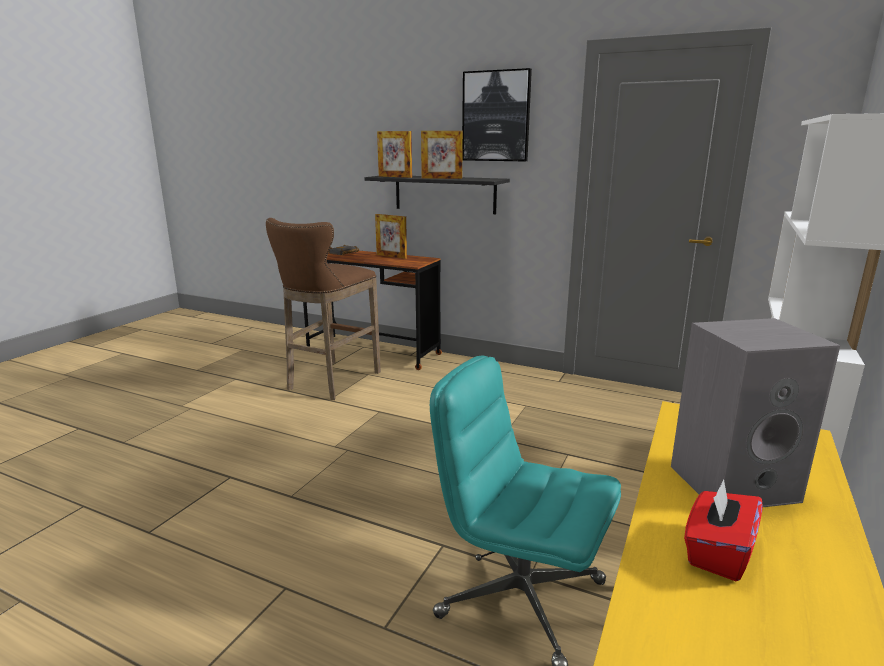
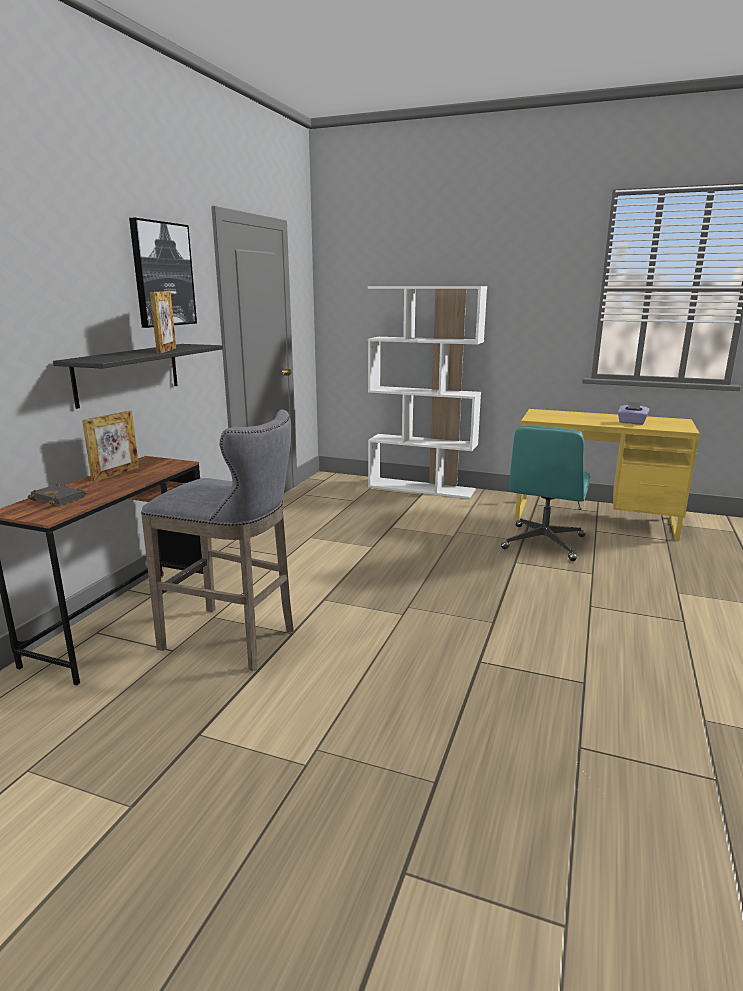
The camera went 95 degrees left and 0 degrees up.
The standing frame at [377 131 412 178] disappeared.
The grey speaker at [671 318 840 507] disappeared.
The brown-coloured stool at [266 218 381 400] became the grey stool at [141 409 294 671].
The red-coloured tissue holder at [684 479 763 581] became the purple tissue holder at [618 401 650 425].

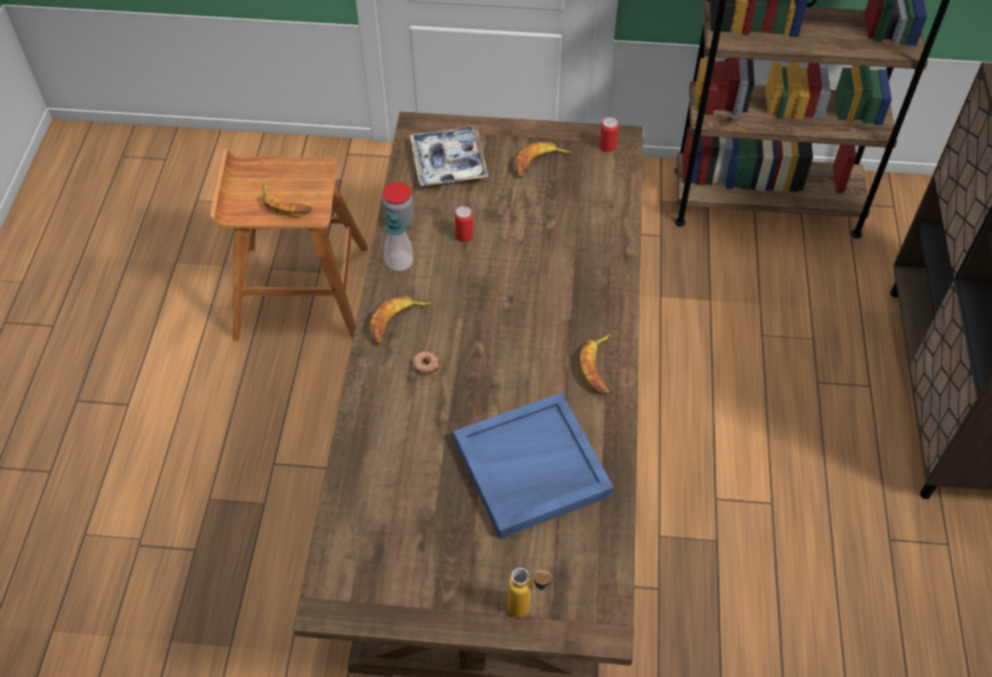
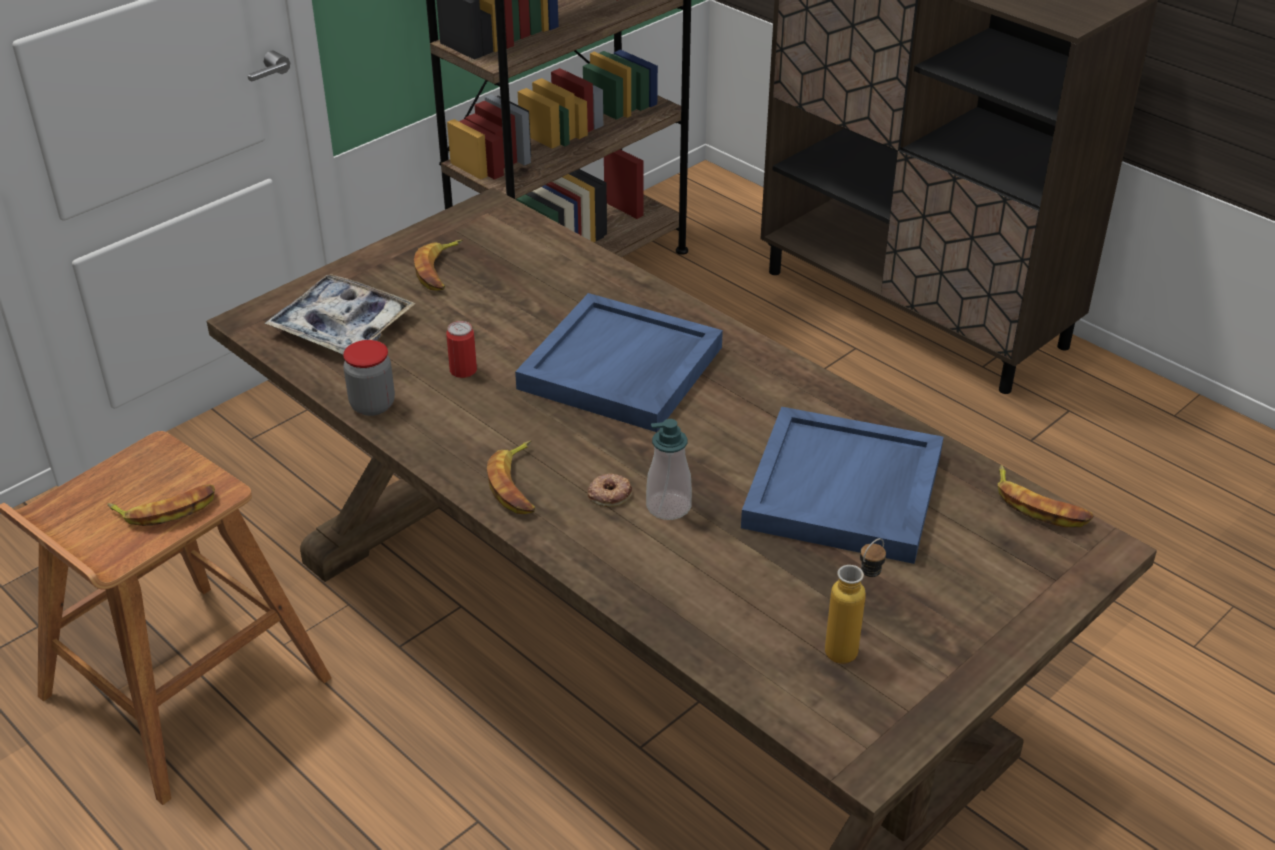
The camera went 50 degrees left and 15 degrees down.
The can at [599 117 619 152] disappeared.
The blue serving tray at [515 293 723 432] appeared.
The soap bottle moved from [384 211 413 271] to [646 419 692 520].
The beverage bottle moved from [508 568 553 618] to [825 538 886 664].
The banana fruit moved from [580 334 611 394] to [998 465 1094 527].

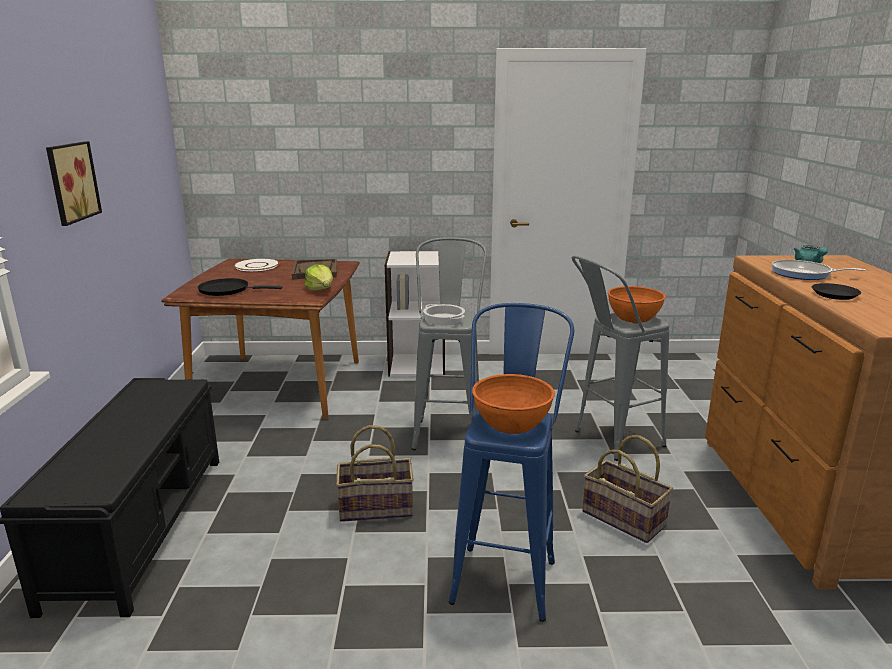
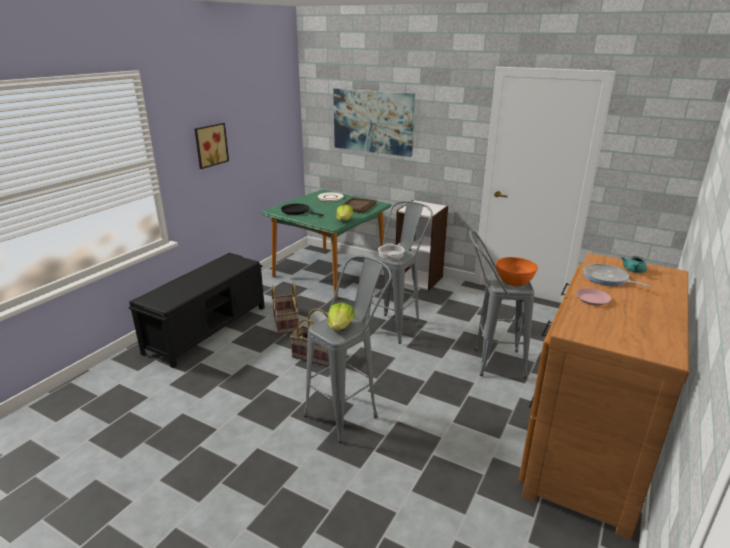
The camera went 30 degrees right and 5 degrees up.
The wall picture at [333 88 415 157] appeared.
The household basket moved from [582 435 673 543] to [272 282 299 334].
The orange-coloured serving bowl at [472 374 555 434] was replaced by the lettuce head at [327 302 355 331].
The brown-coloured dining table at [161 258 360 419] became the green dining table at [261 189 392 299].
The blue stool at [449 303 574 622] became the grey stool at [304 255 392 443].
The black-coloured dinner plate at [812 283 861 300] became the pink dinner plate at [576 288 611 306].

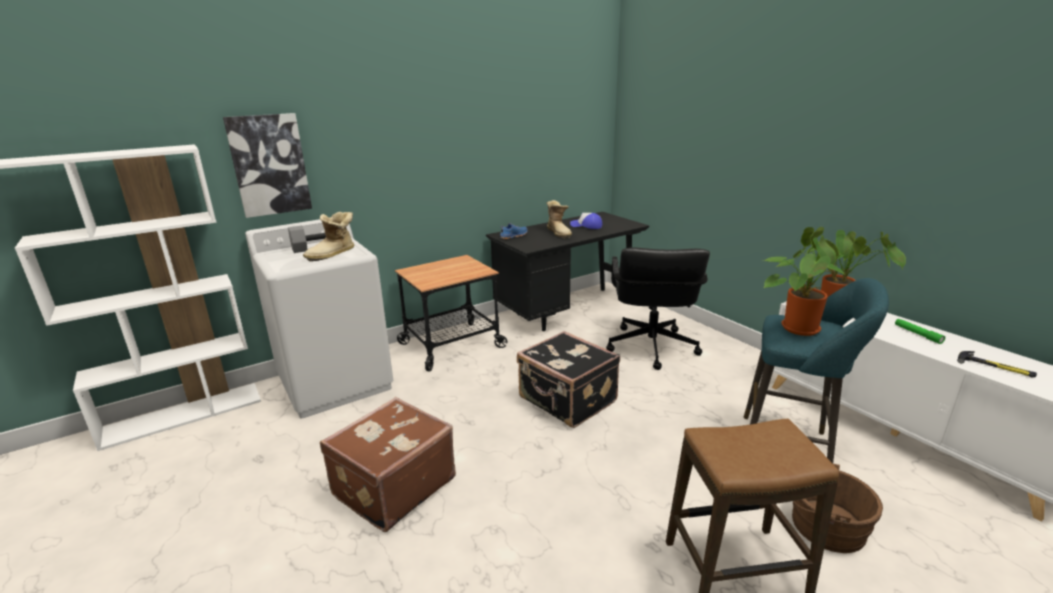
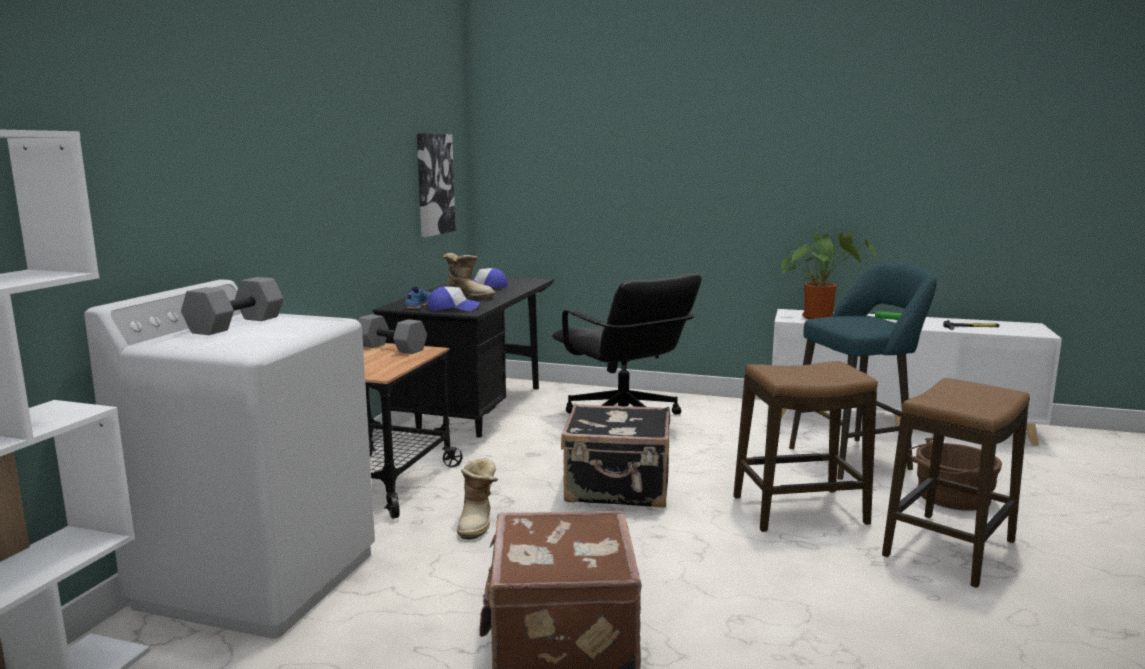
The camera went 40 degrees left and 10 degrees down.
The potted plant at [763 227 867 336] disappeared.
The grey hand weight at [358 314 427 354] appeared.
The baseball cap at [428 286 480 311] appeared.
The stool at [733 361 878 532] appeared.
The wall picture moved from [223 113 312 218] to [417 133 455 237].
The boot moved from [303 212 355 261] to [457 458 498 540].

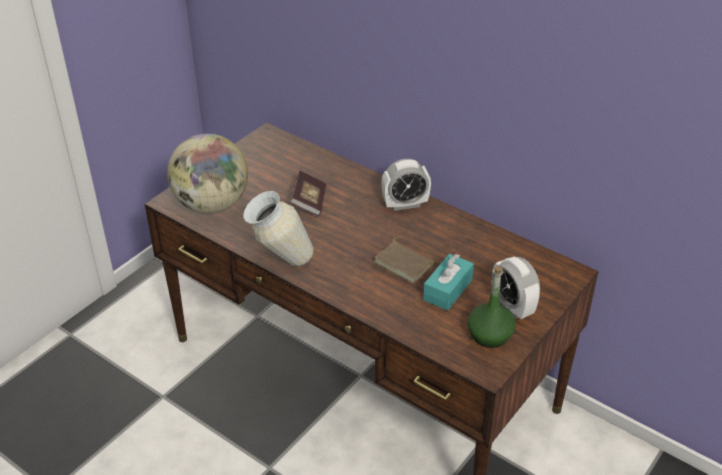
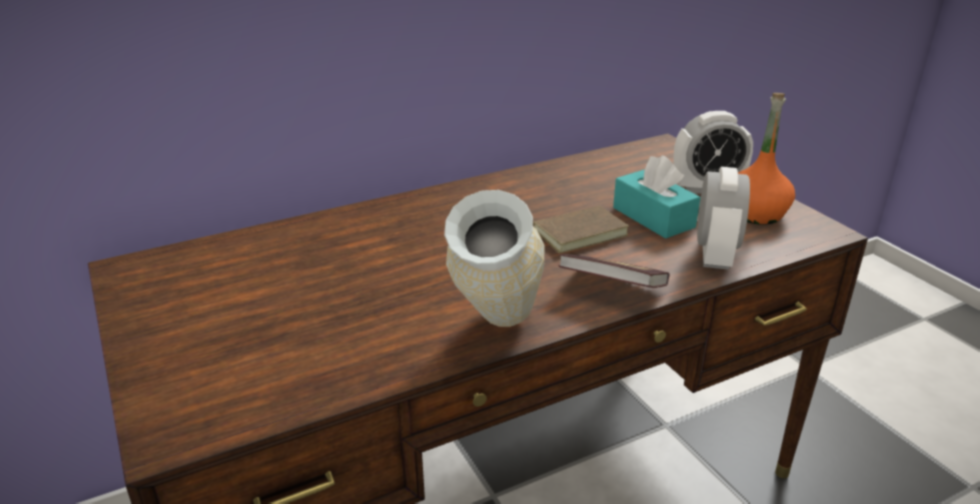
The camera went 65 degrees left and 10 degrees down.
The globe at [167 134 248 214] disappeared.
The bound book moved from [290 170 327 216] to [558 254 669 288].
The alarm clock moved from [381 159 431 211] to [697 167 750 270].
The green beverage bottle at [468 266 516 348] became the orange-coloured beverage bottle at [738 93 795 225].

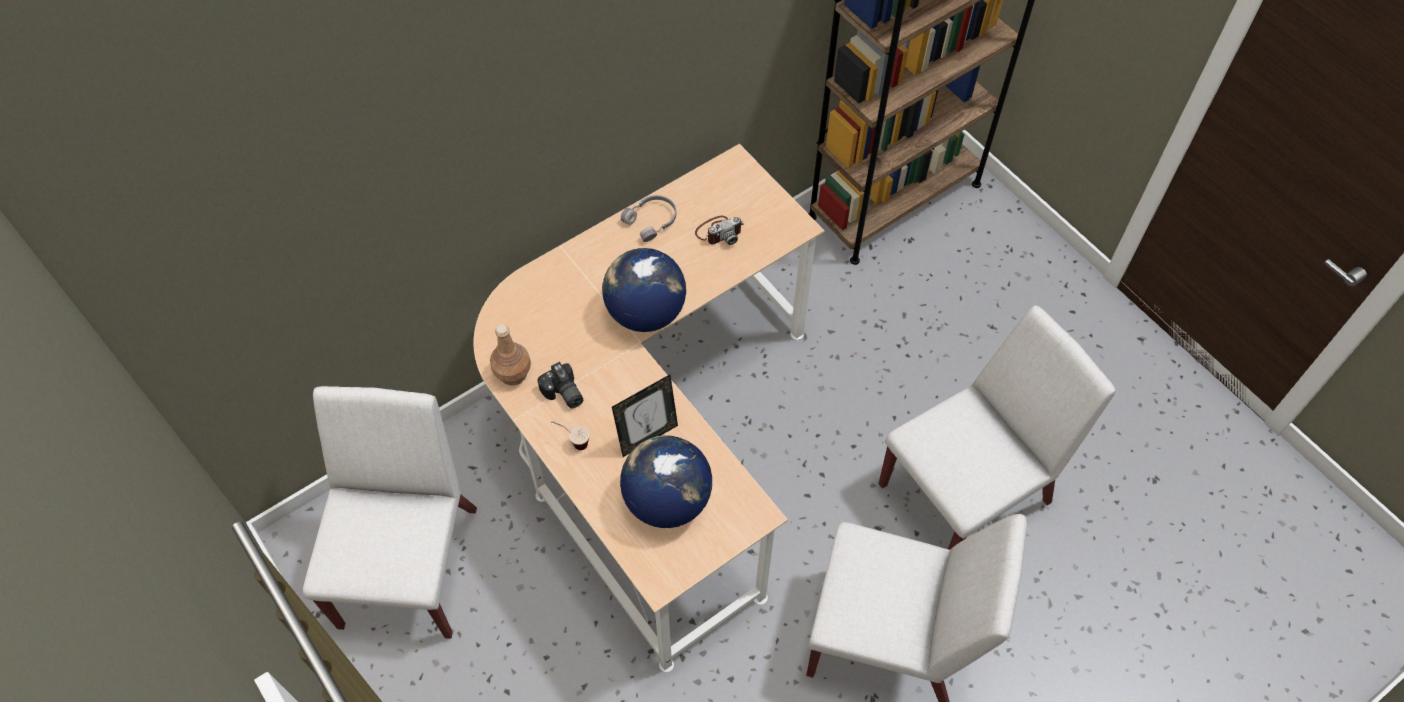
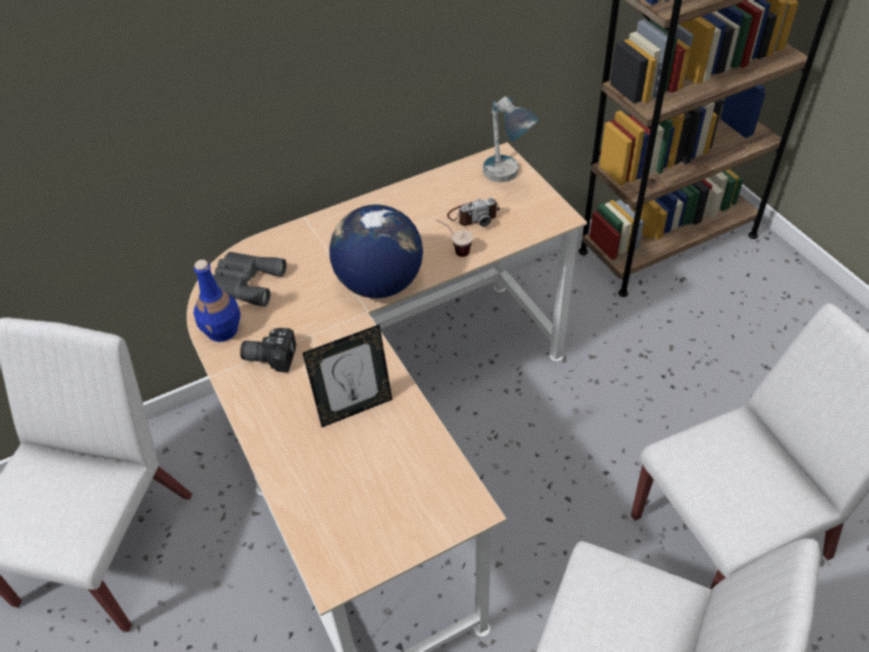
The camera went 10 degrees right and 10 degrees down.
The globe at [620 435 712 528] disappeared.
The grey headset at [621 195 676 242] disappeared.
The grey field glasses at [213 252 287 307] appeared.
The lamp for a table at [483 96 539 182] appeared.
The small cup moved from [552 421 590 450] to [436 220 473 257].
The brown-coloured beverage bottle at [490 324 531 385] became the blue beverage bottle at [193 260 241 342].
The still camera at [537 362 583 408] turned 120 degrees clockwise.

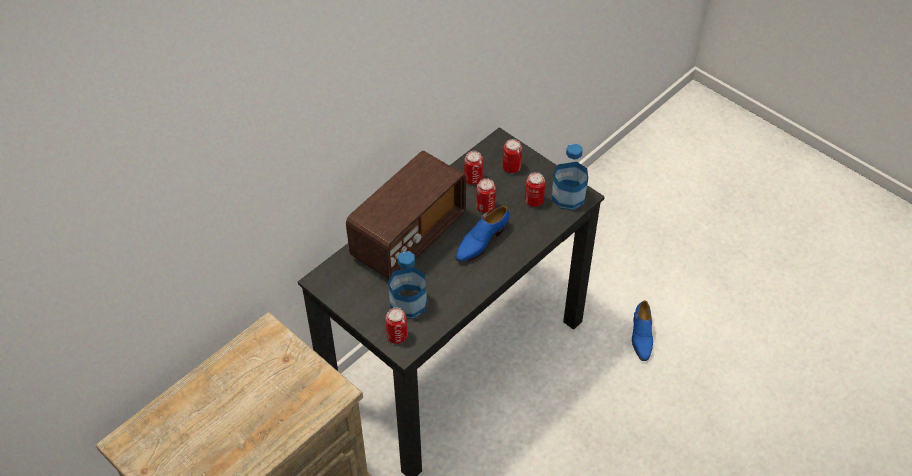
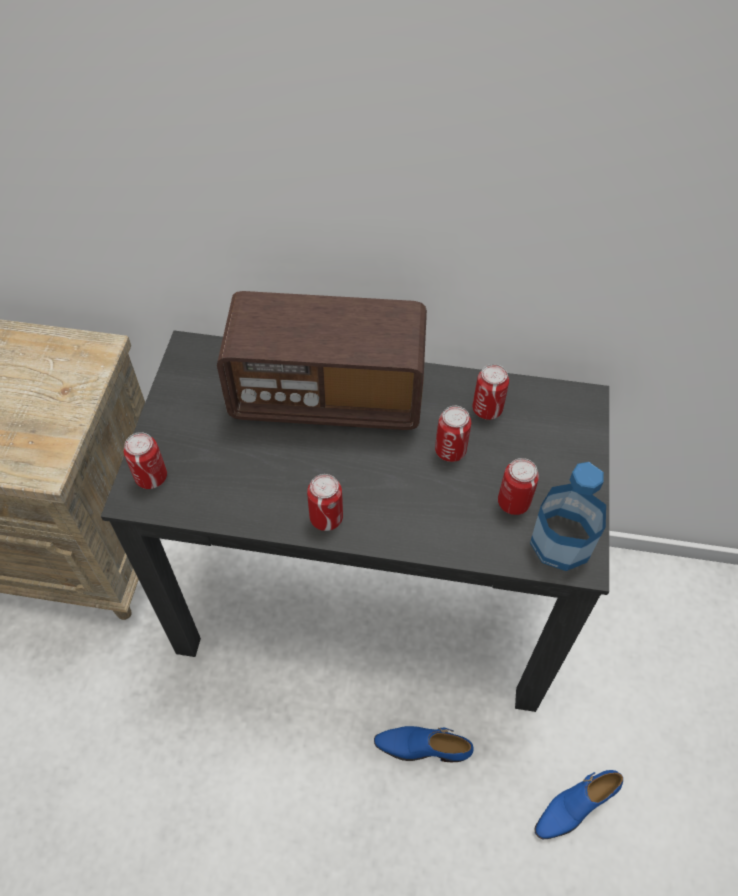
The camera went 55 degrees right and 5 degrees up.
The beverage bottle at [388 251 427 319] disappeared.
The blue item of footwear moved from [455 206 509 262] to [374 726 474 762].
The can moved from [502 139 522 173] to [307 474 343 531].

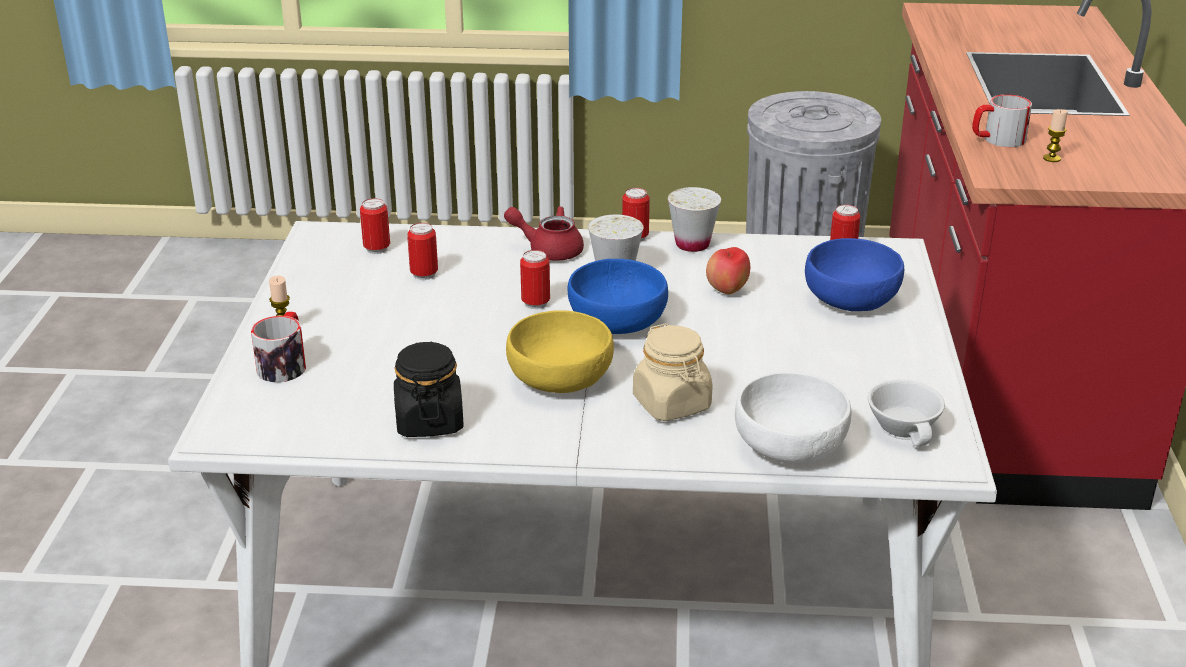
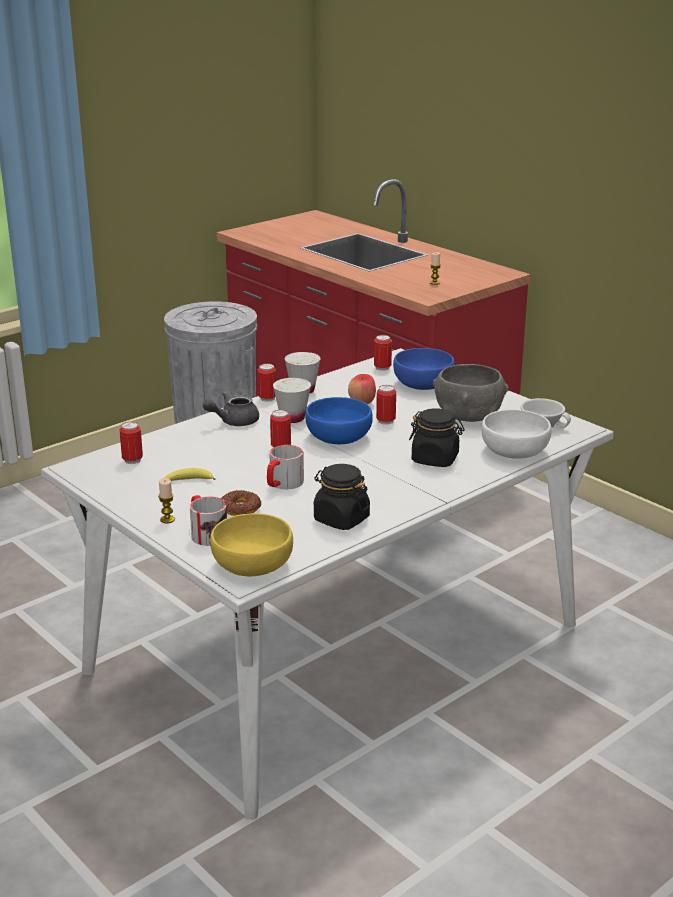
The camera went 45 degrees left and 5 degrees down.
The banana fruit at [164 468 216 481] appeared.
The doughnut at [221 490 261 516] appeared.
The grey serving bowl at [433 364 509 422] appeared.
The can moved from [407 223 438 280] to [376 385 396 425].
The yellowish serving bowl moved from [506 310 614 393] to [210 513 293 576].
The coffee mug moved from [972 94 1032 147] to [267 445 304 489].
The red-coloured tea pot at [504 206 584 261] became the grey tea pot at [203 392 259 426].
The sand-coloured storage jar at [633 323 713 421] became the black-coloured storage jar at [409 408 465 467].

